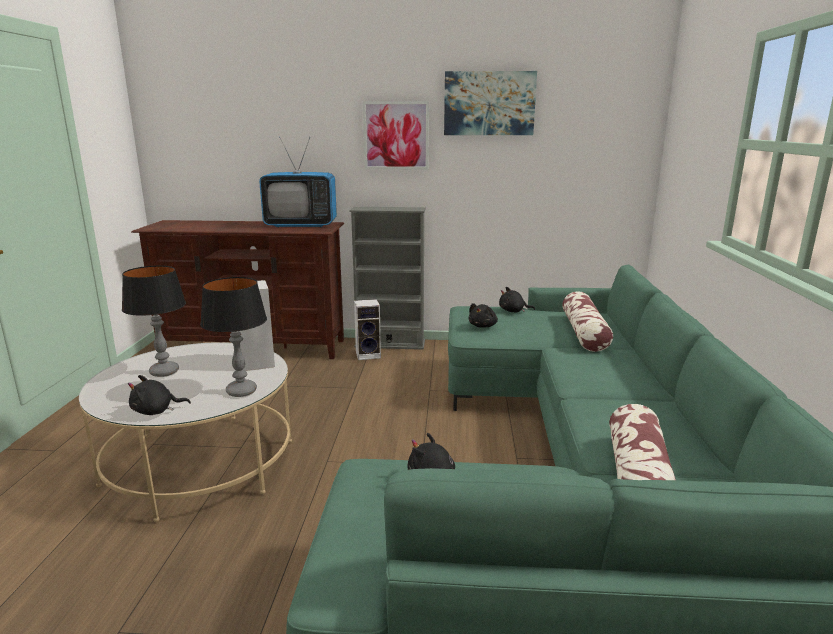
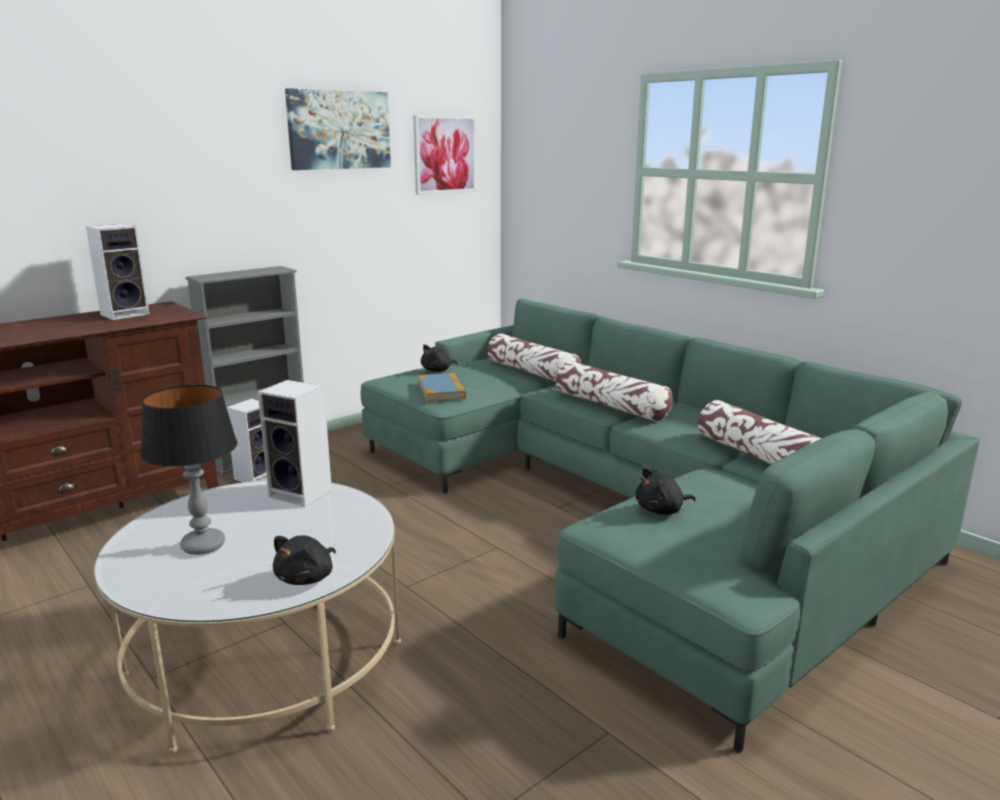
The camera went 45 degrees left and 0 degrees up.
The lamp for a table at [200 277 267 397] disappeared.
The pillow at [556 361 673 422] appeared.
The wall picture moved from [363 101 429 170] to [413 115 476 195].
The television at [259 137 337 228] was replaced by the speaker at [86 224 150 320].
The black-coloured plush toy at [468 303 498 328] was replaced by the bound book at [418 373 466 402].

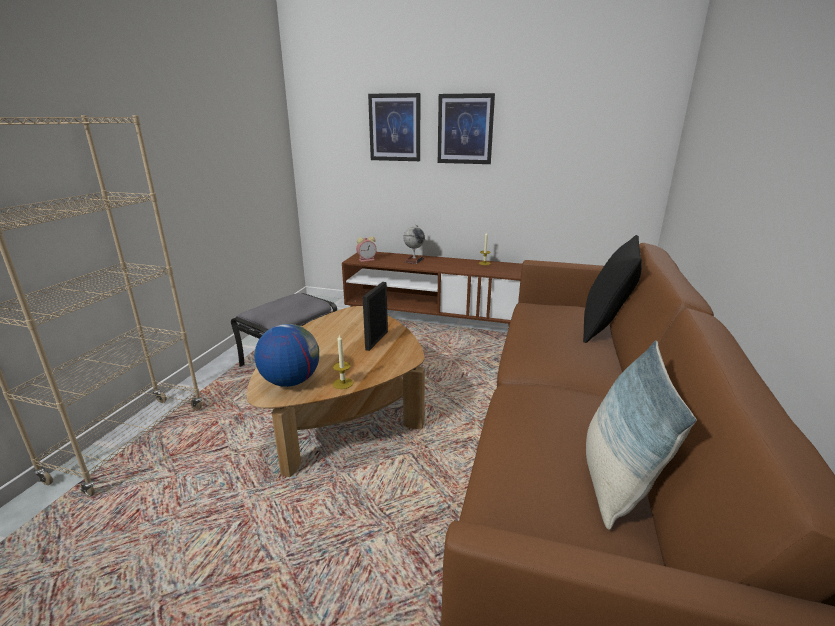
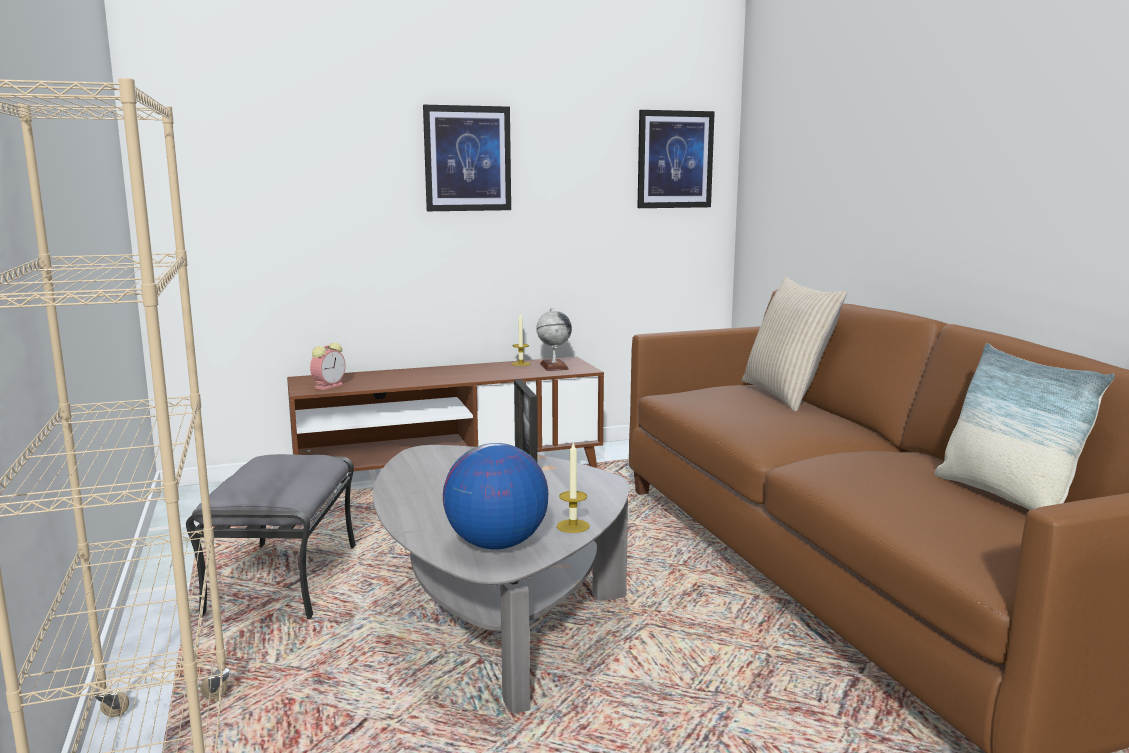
The camera went 35 degrees left and 10 degrees down.
The wall picture moved from [368 93 420 161] to [637 110 715 208].
The globe moved from [403 225 425 264] to [536 308 572 371].
The brown-coloured lounge table at [247 306 425 477] became the grey lounge table at [373 445 629 714].
The black-coloured pillow at [583 235 642 343] became the sand-coloured pillow at [742 277 847 411].

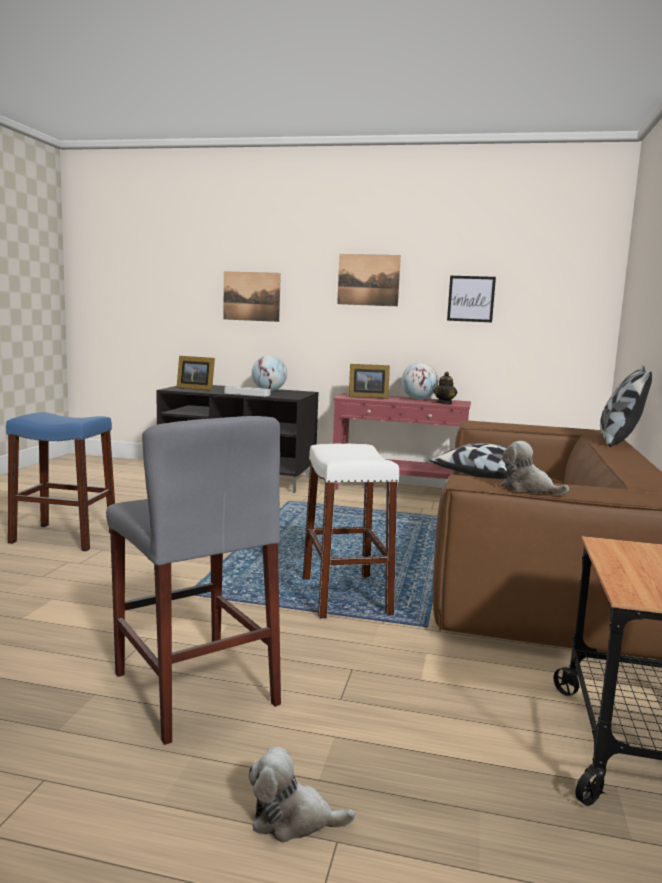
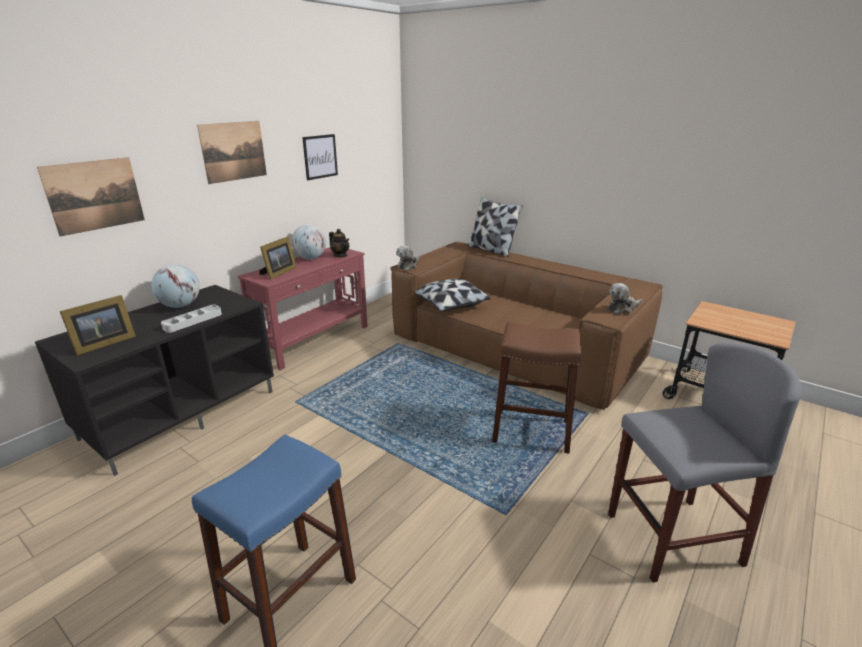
The camera went 65 degrees left and 15 degrees up.
The plush toy moved from [249 747 356 843] to [397 245 419 270].
The white stool at [303 444 399 619] became the brown-coloured stool at [492 322 581 454].

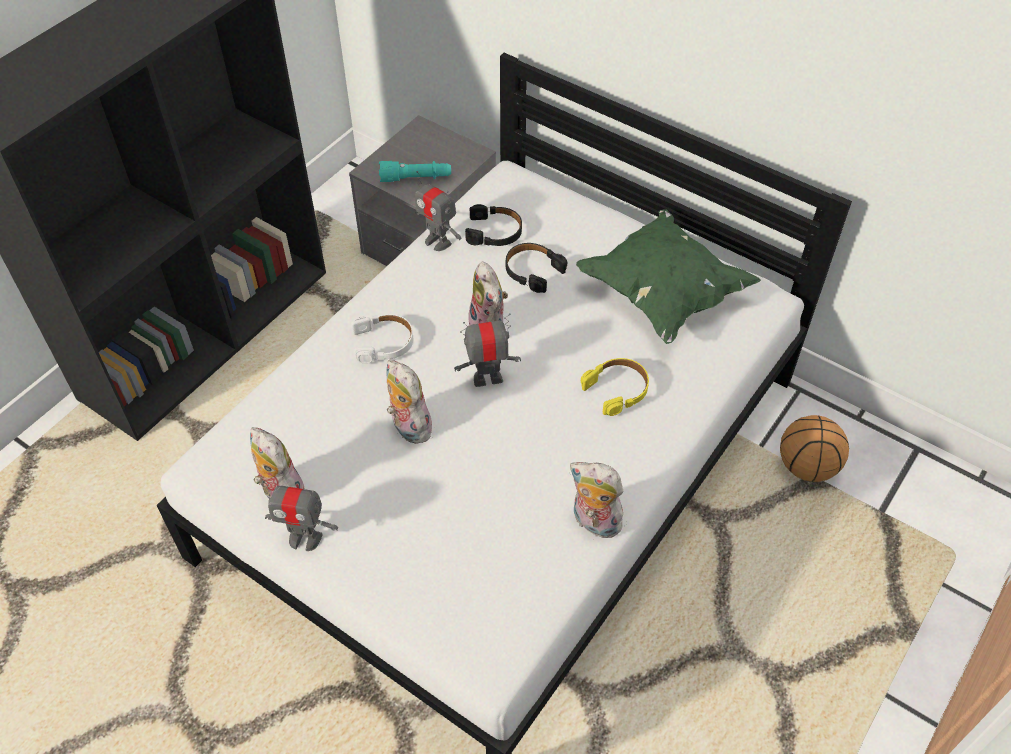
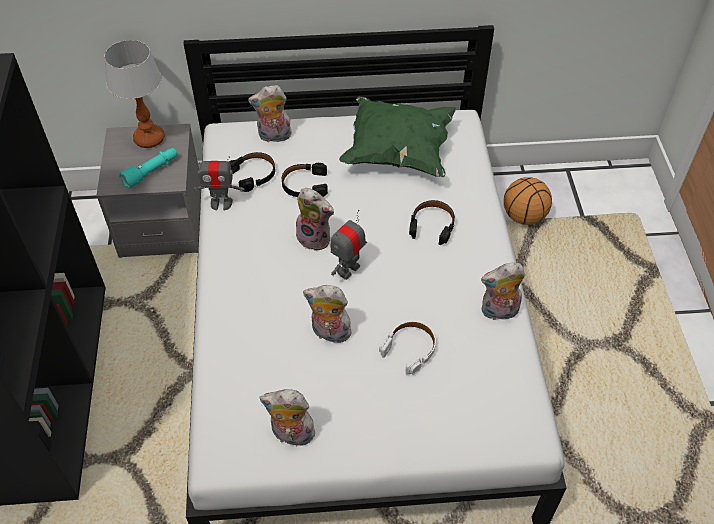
The camera went 40 degrees left and 0 degrees up.
The robot figure at [262 481 338 551] disappeared.
The lamp for a table at [104 40 165 148] appeared.
The plush toy at [248 85 292 142] appeared.
The white headset moved from [351 314 413 364] to [379 321 436 375].
The yellowish headset at [581 358 649 416] became the black-coloured headset at [409 200 455 245].

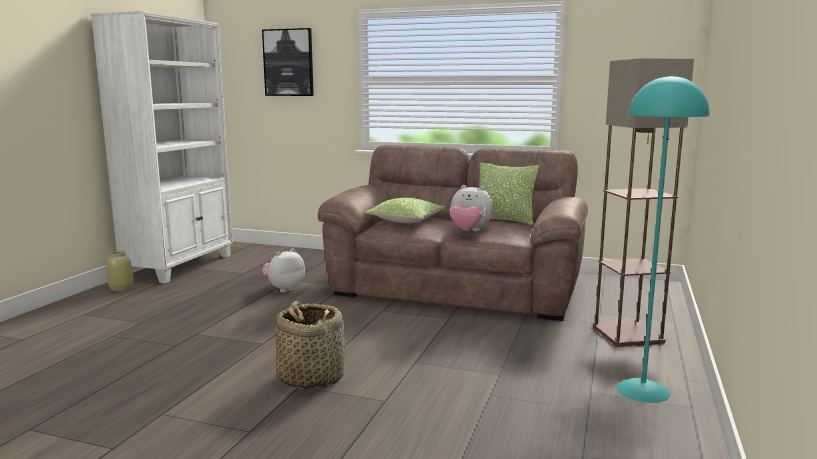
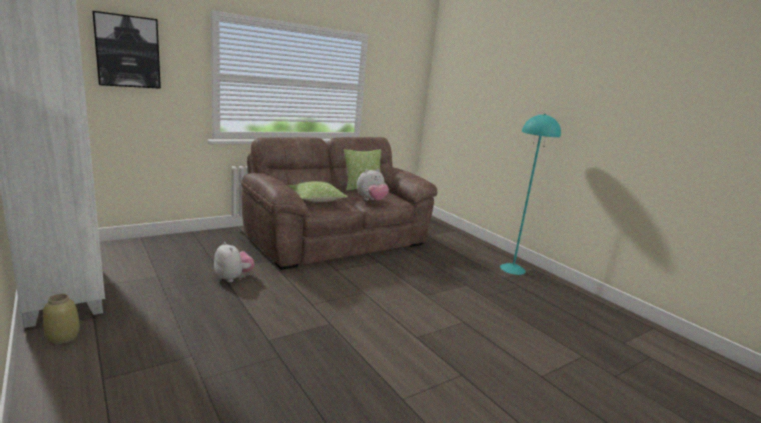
The camera went 55 degrees left and 5 degrees up.
The household basket at [276 301 345 389] disappeared.
The floor lamp at [593 58 694 347] disappeared.
The plush toy at [261 249 305 292] turned 150 degrees clockwise.

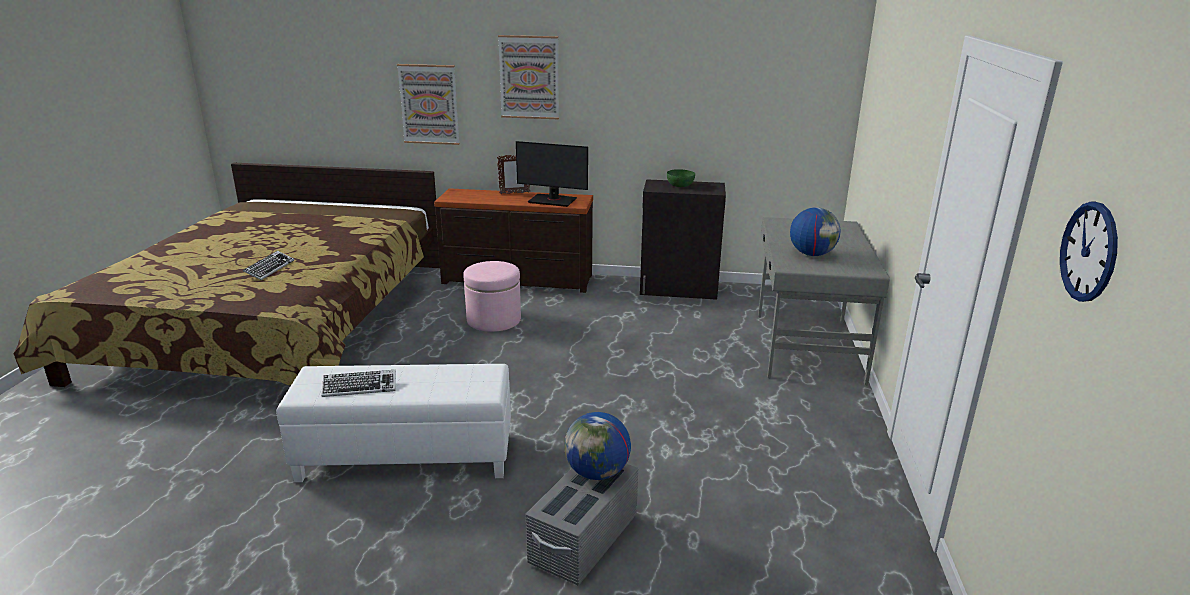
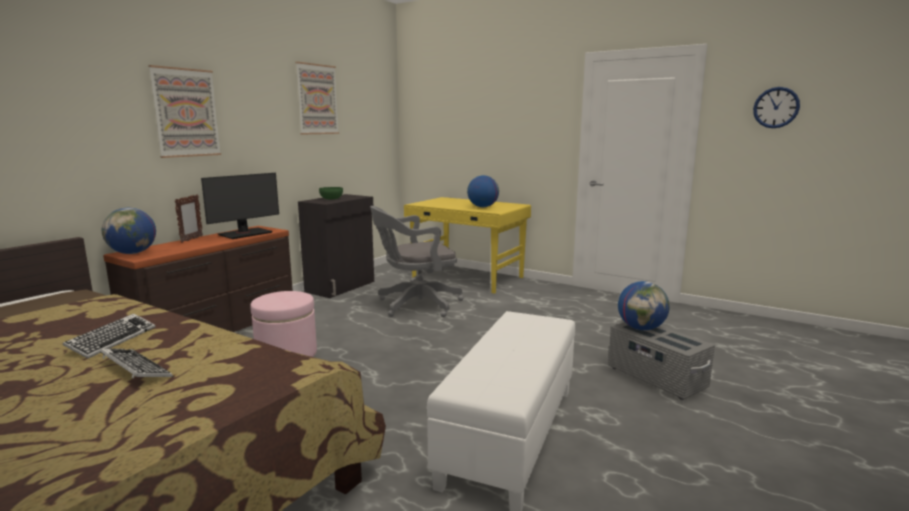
The camera went 65 degrees left and 10 degrees down.
The globe at [102 208 156 254] appeared.
The grey office chair at [370 206 463 317] appeared.
The keyboard moved from [321 370 396 397] to [63 314 156 359].
The wall picture moved from [397 64 460 145] to [296 62 339 134].
The grey desk table at [758 217 890 385] became the yellowish desk table at [404 197 531 294].

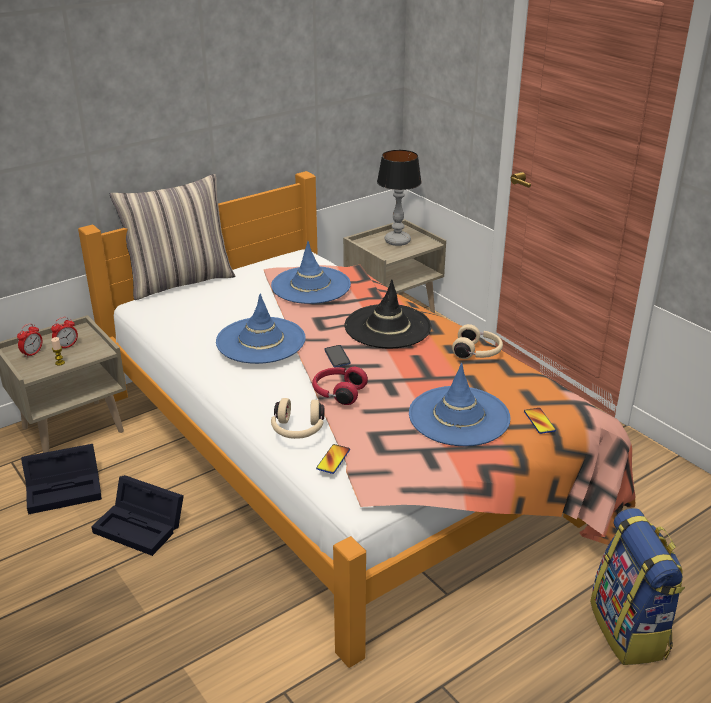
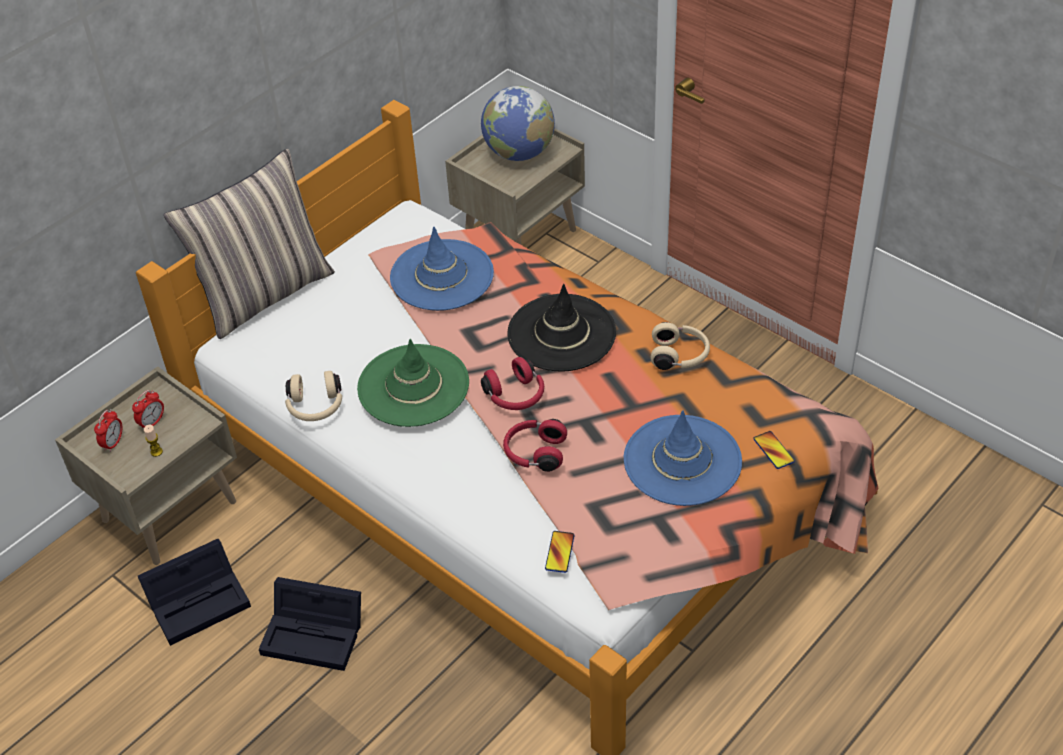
The camera went 10 degrees left and 15 degrees up.
The knapsack at [590 508 685 665] disappeared.
The sand-coloured headset moved from [271 398 325 439] to [285 371 342 421].
The telephone at [324 345 350 367] was replaced by the red-coloured headset at [481 357 544 410].
The lamp for a table at [377 150 422 246] was replaced by the globe at [481 86 555 161].
The blue wearable hat at [216 293 306 364] became the green wearable hat at [357 339 469 427].

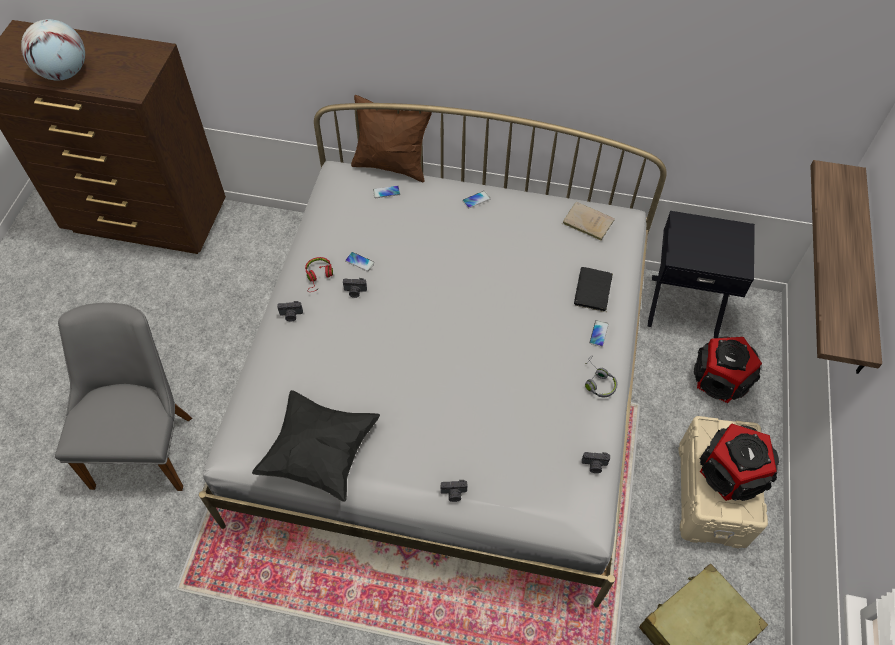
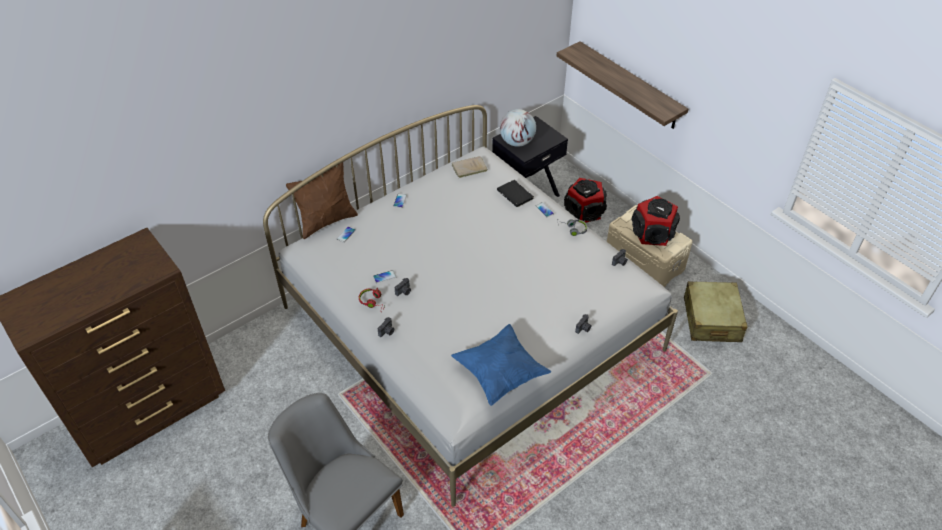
The camera went 50 degrees left and 10 degrees down.
The globe moved from [21 19 85 81] to [500 109 536 147].
The black-coloured pillow at [252 390 380 502] became the blue pillow at [451 324 551 406].

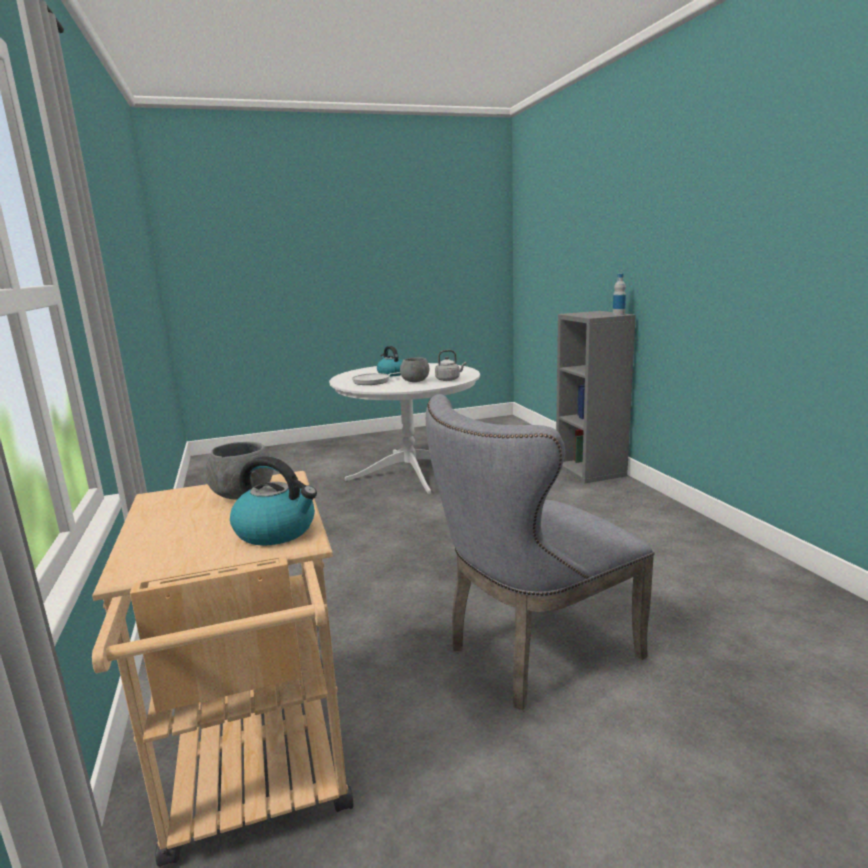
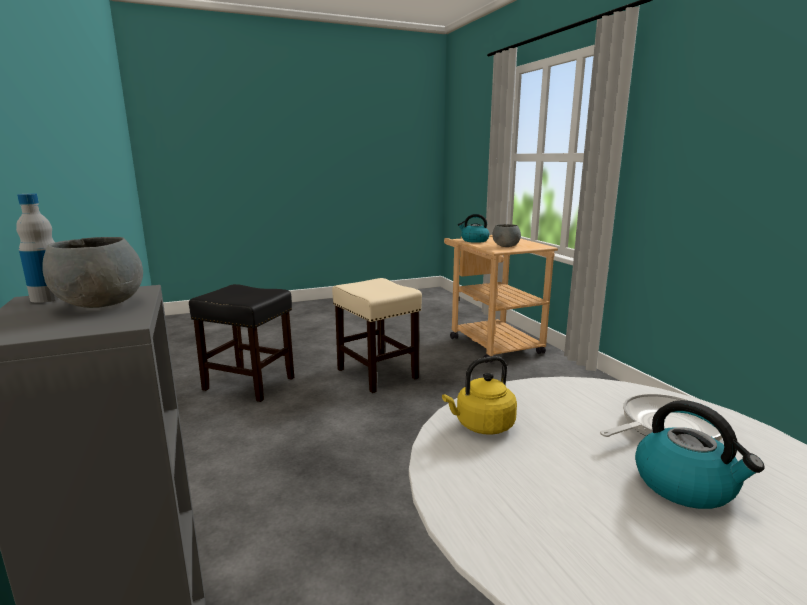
The camera went 175 degrees right and 0 degrees up.
The black-coloured stool at [189 284 294 402] appeared.
The grey serving bowl moved from [400 358 429 382] to [42 237 143 308].
The grey chair at [426 394 655 710] was replaced by the sand-coloured stool at [332 278 422 393].
The grey kettle at [435 350 466 381] became the yellowish kettle at [442 356 517 435].

